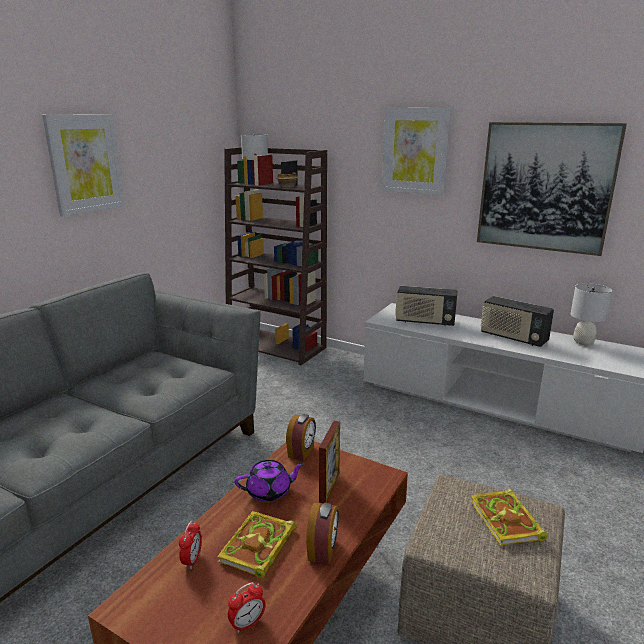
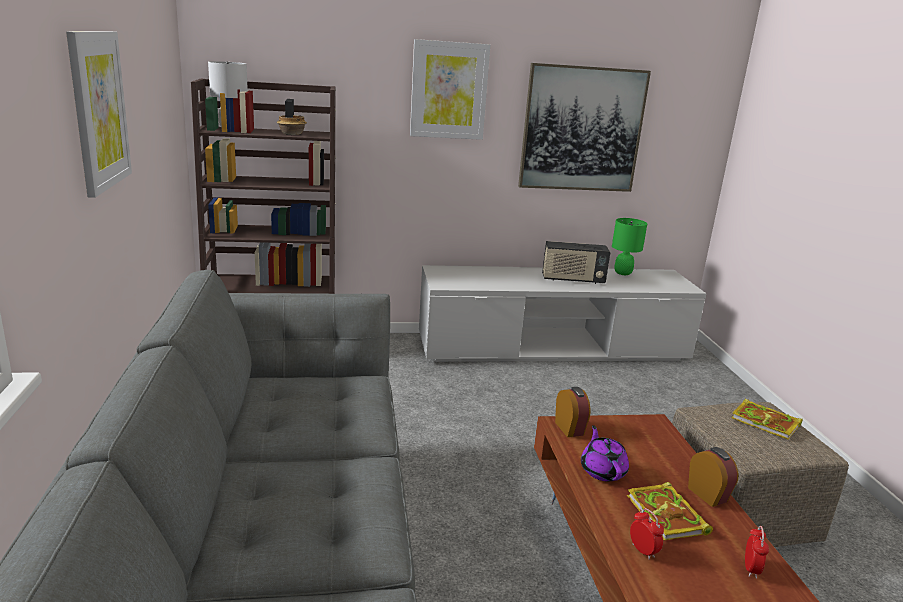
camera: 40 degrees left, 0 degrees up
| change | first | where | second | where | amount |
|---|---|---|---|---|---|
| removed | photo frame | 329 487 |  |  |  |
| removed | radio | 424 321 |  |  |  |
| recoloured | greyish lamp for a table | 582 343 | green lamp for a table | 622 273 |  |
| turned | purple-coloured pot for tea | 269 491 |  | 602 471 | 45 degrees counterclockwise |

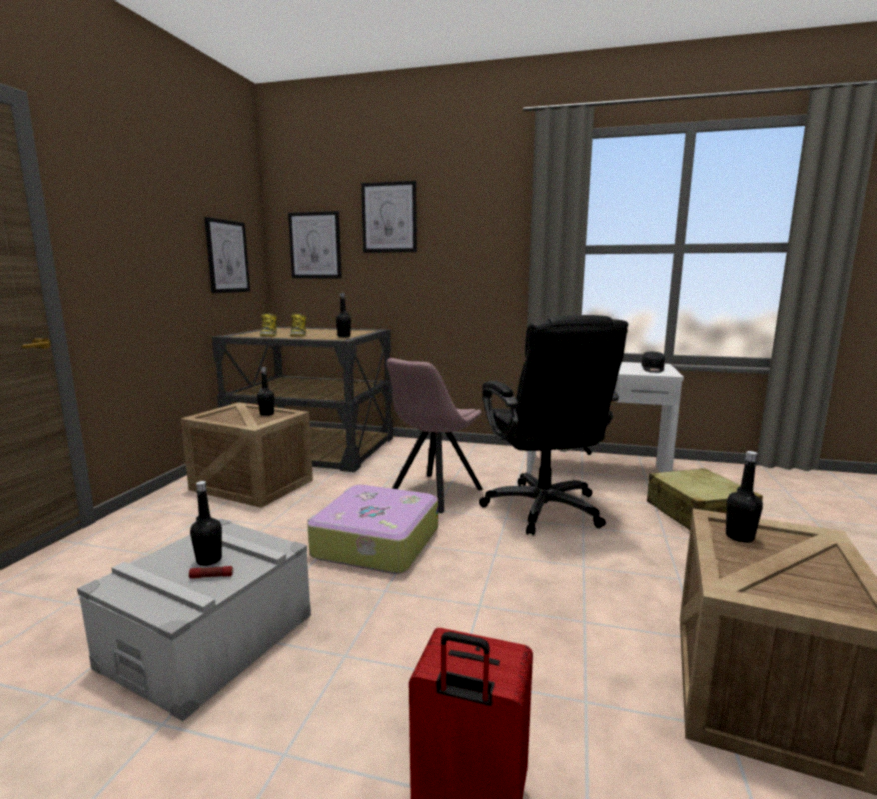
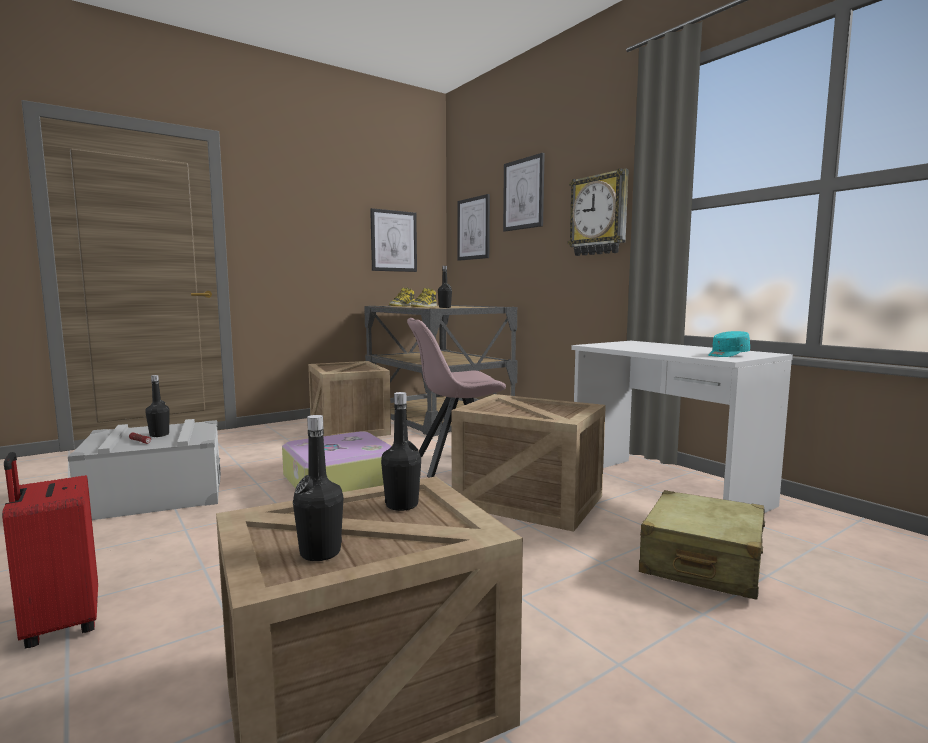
camera: 40 degrees right, 5 degrees down
| change | first | where | second | where | amount |
|---|---|---|---|---|---|
| added |  |  | clock on the wall | 599 215 |  |
| moved | black-coloured bottle | 267 414 |  | 320 553 |  |
| replaced | black-coloured computer chair | 544 508 | shipping crate | 526 501 |  |
| recoloured | black-coloured baseball cap | 652 369 | turquoise-coloured baseball cap | 727 355 |  |

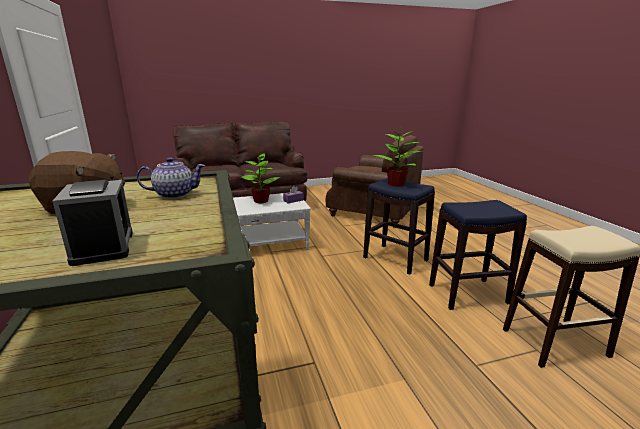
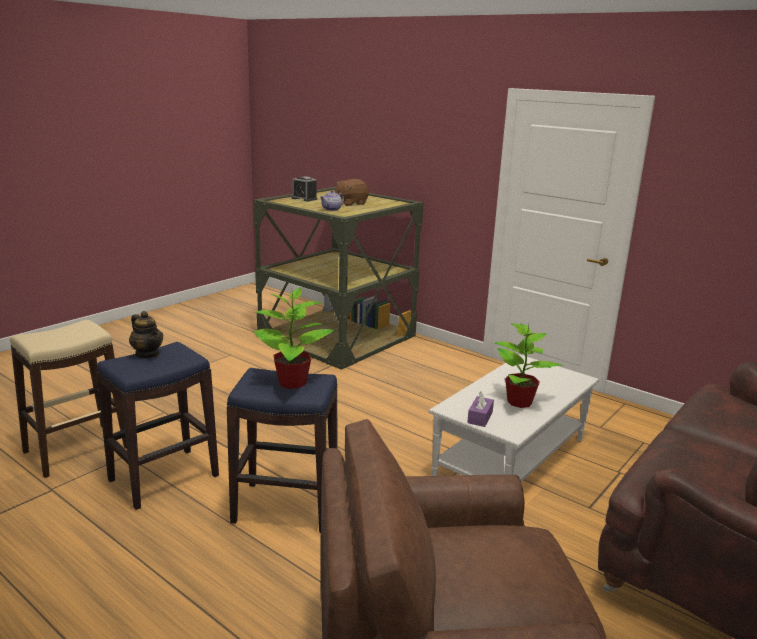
camera: 145 degrees right, 0 degrees up
| change | first | where | second | where | amount |
|---|---|---|---|---|---|
| added |  |  | pot for tea | 148 354 |  |

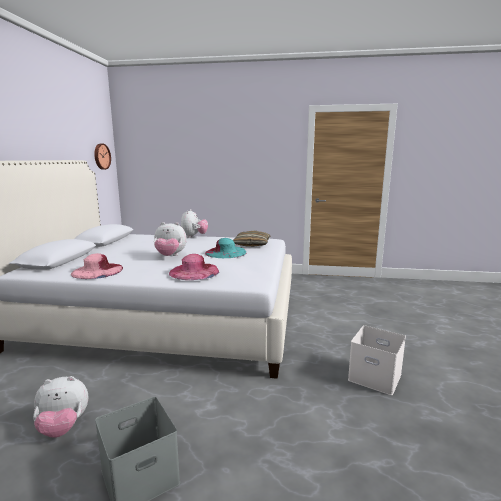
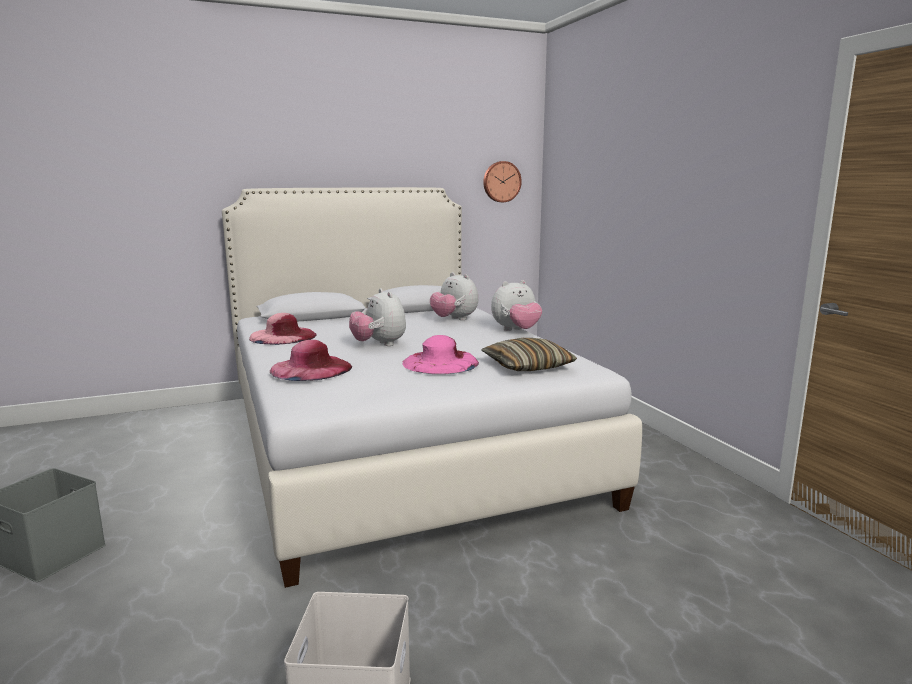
camera: 60 degrees right, 0 degrees up
| change | first | where | second | where | amount |
|---|---|---|---|---|---|
| moved | cuddly toy | 63 427 |  | 454 319 |  |
| recoloured | turquoise-coloured hat | 225 252 | pink hat | 440 362 |  |

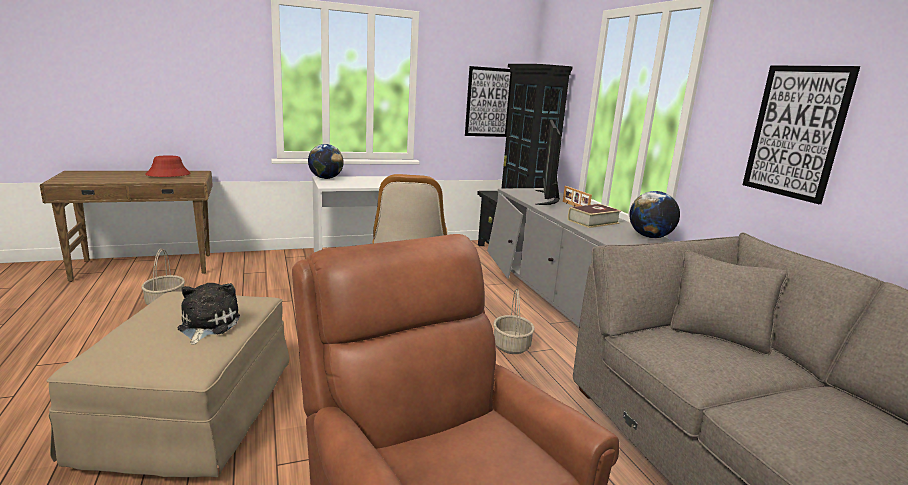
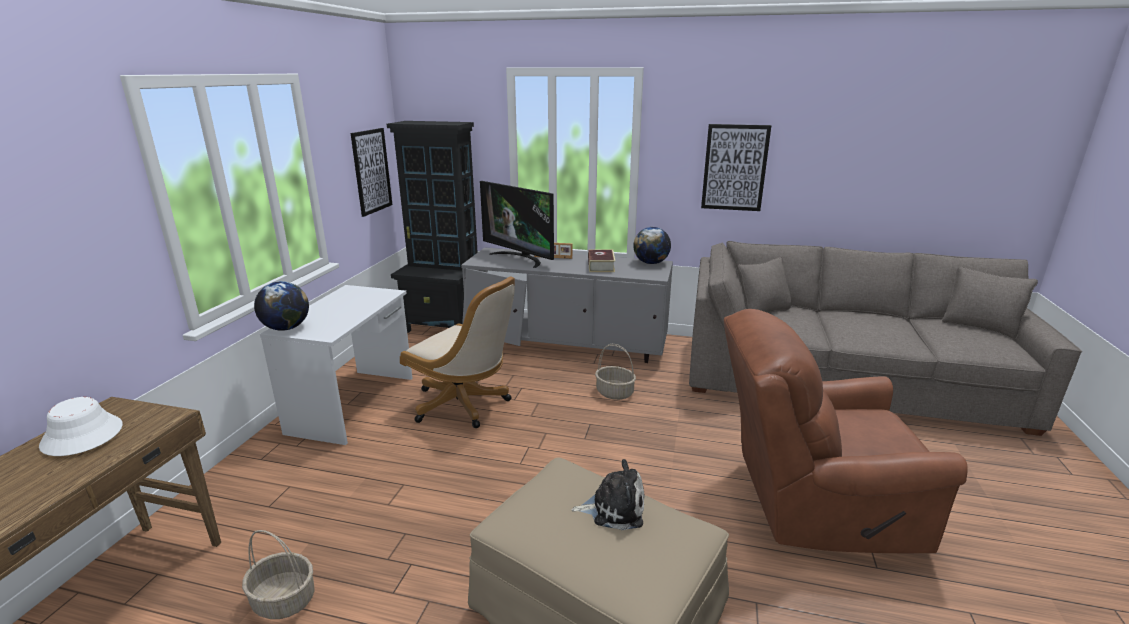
camera: 55 degrees left, 5 degrees up
| change | first | where | second | where | amount |
|---|---|---|---|---|---|
| recoloured | red hat | 168 174 | whitish hat | 82 436 |  |
| turned | cuddly toy | 207 325 |  | 614 508 | 150 degrees clockwise |

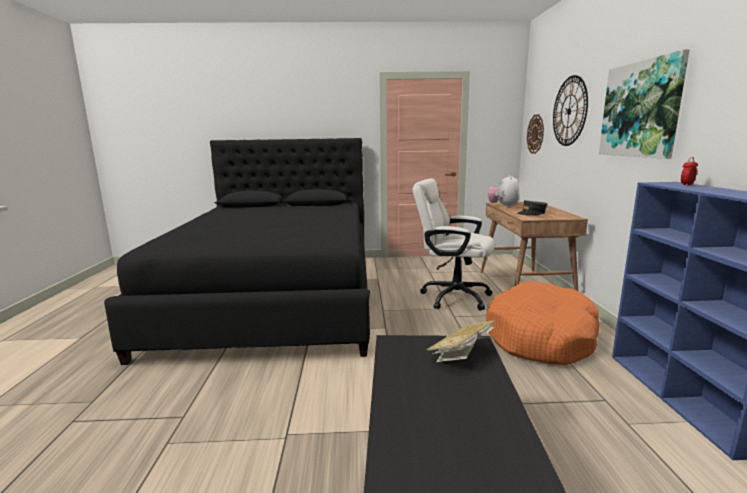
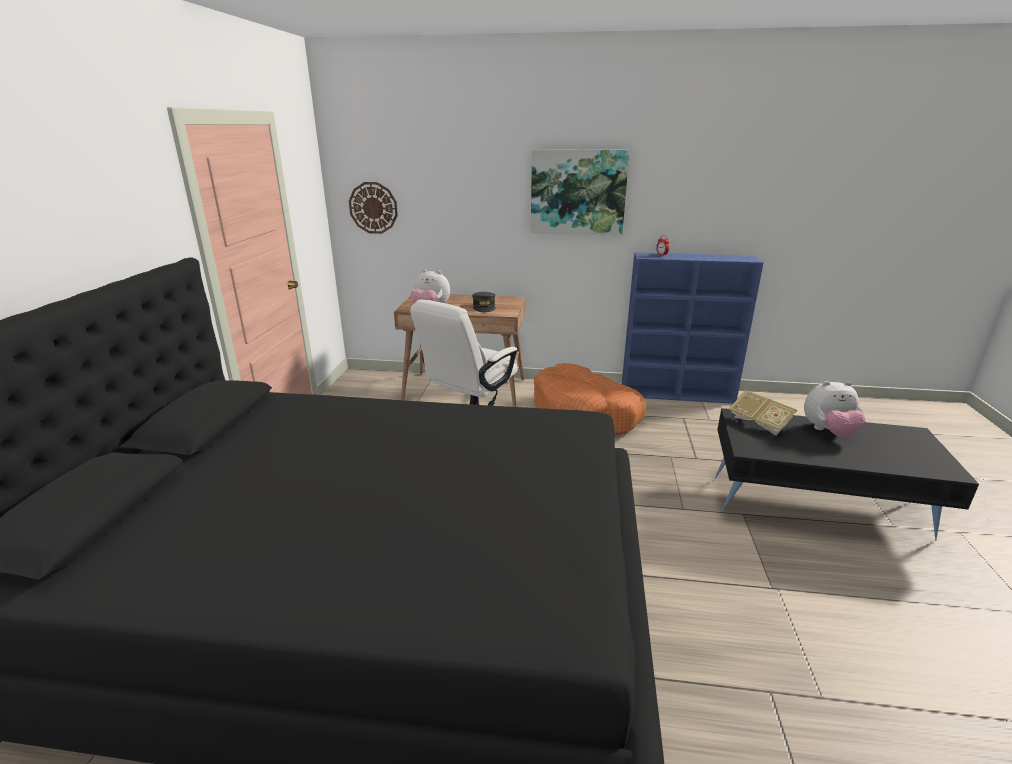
camera: 80 degrees left, 10 degrees up
| change | first | where | second | where | amount |
|---|---|---|---|---|---|
| removed | clock on the wall | 569 111 |  |  |  |
| added |  |  | cuddly toy | 828 432 |  |

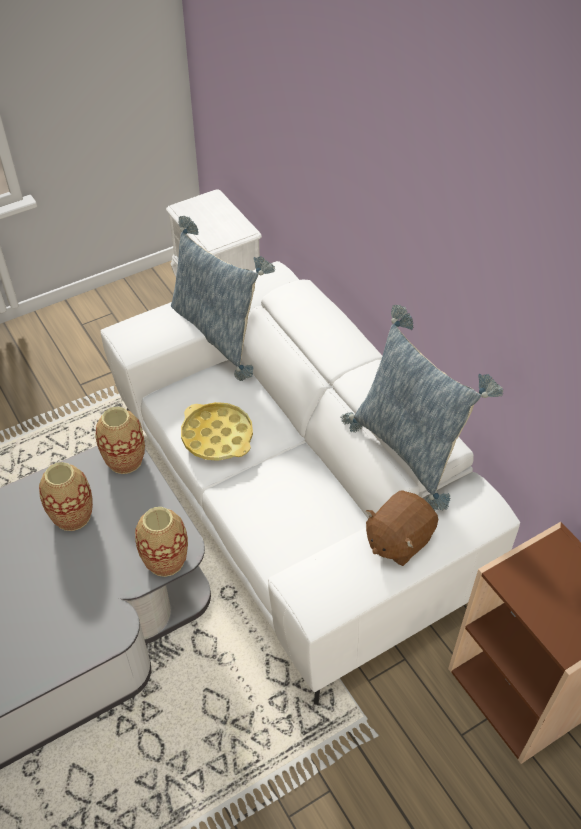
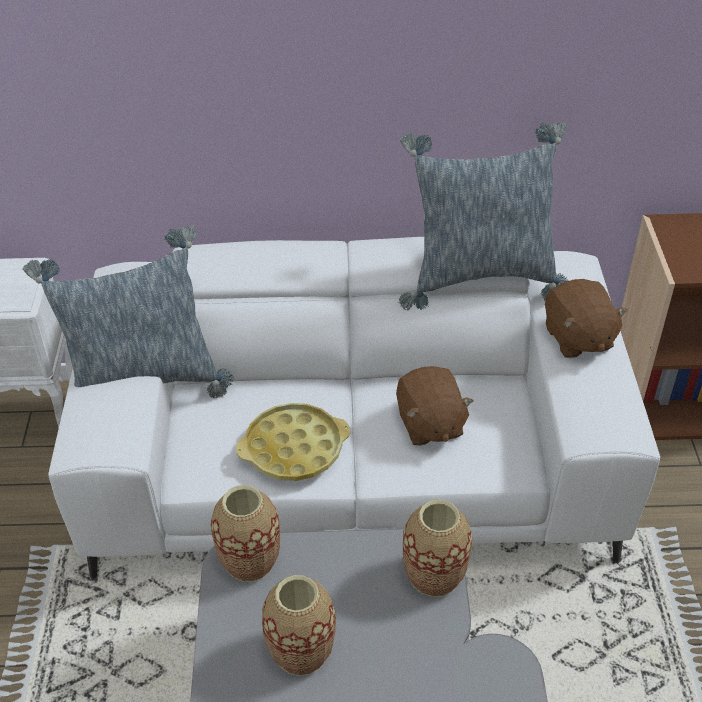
camera: 60 degrees left, 5 degrees down
| change | first | where | second | where | amount |
|---|---|---|---|---|---|
| added |  |  | brown-coloured cuddly toy | 429 424 |  |

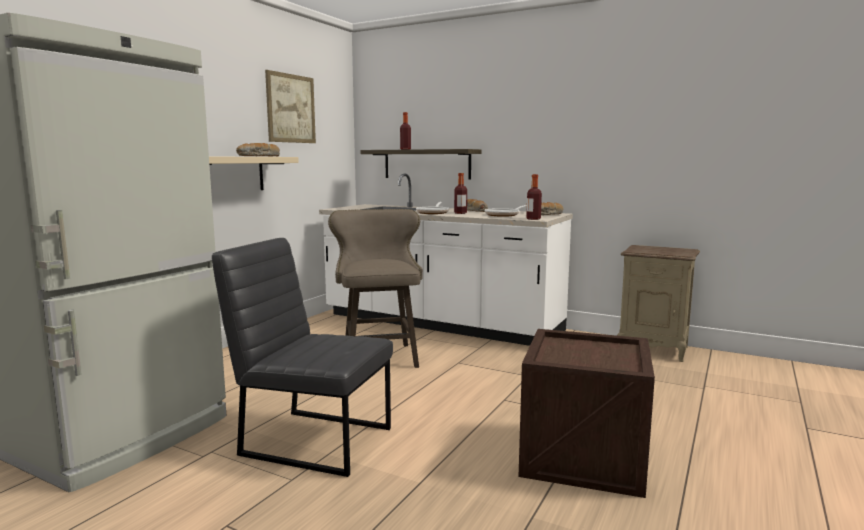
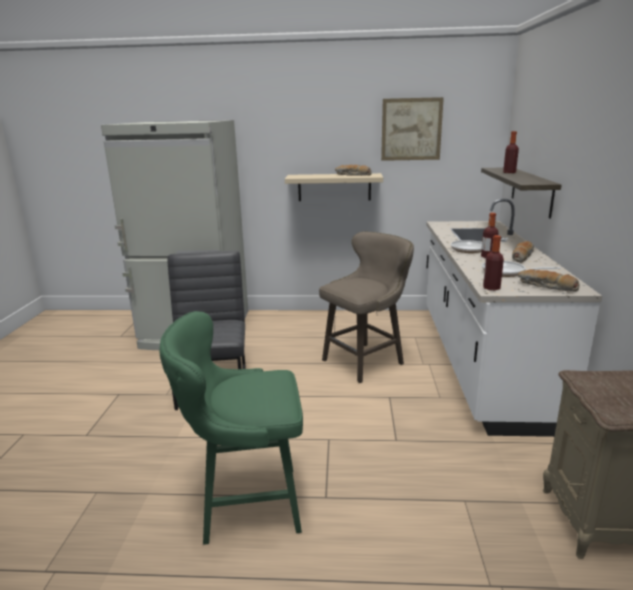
camera: 65 degrees right, 10 degrees up
| change | first | where | second | where | amount |
|---|---|---|---|---|---|
| replaced | shipping crate | 583 456 | green stool seat | 245 504 |  |

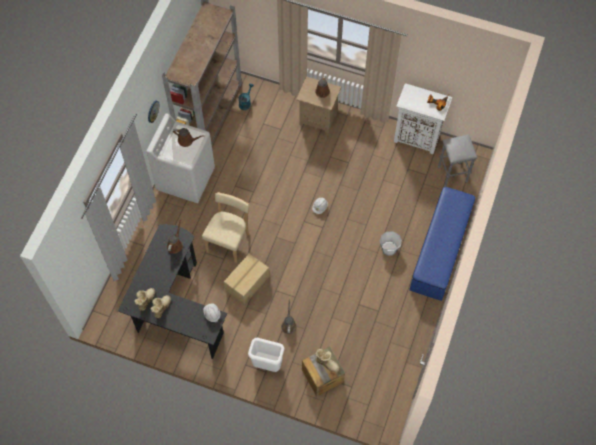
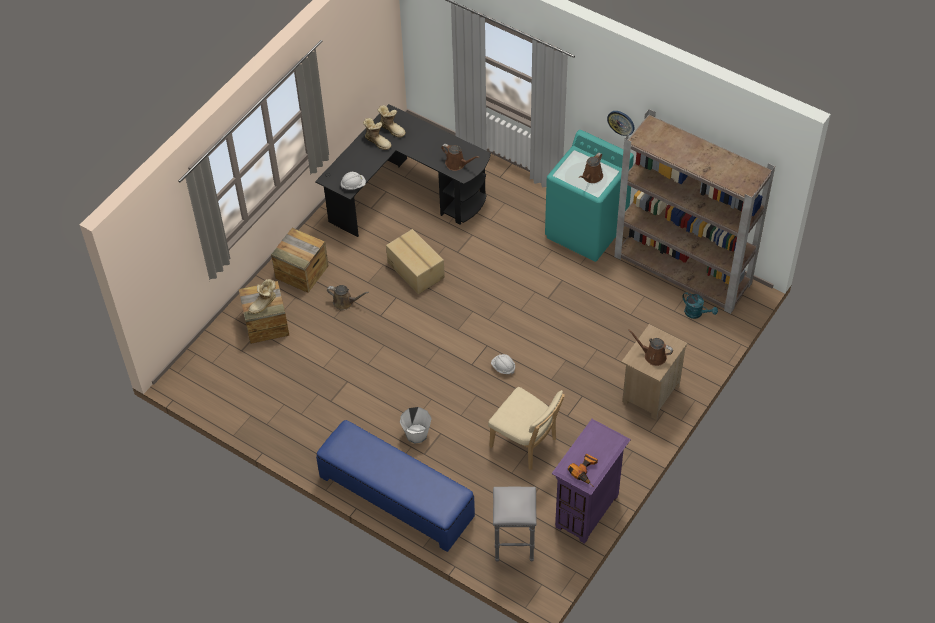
camera: 105 degrees right, 10 degrees down
| change | first | where | second | where | amount |
|---|---|---|---|---|---|
| moved | sand-coloured chair | 229 241 |  | 526 444 |  |
| replaced | whitish rubbish bin | 267 364 | shipping crate | 302 272 |  |
| recoloured | whitish washing machine | 186 178 | turquoise-coloured washing machine | 586 230 |  |
| recoloured | whitish cupboard | 417 139 | purple-coloured cupboard | 587 513 |  |

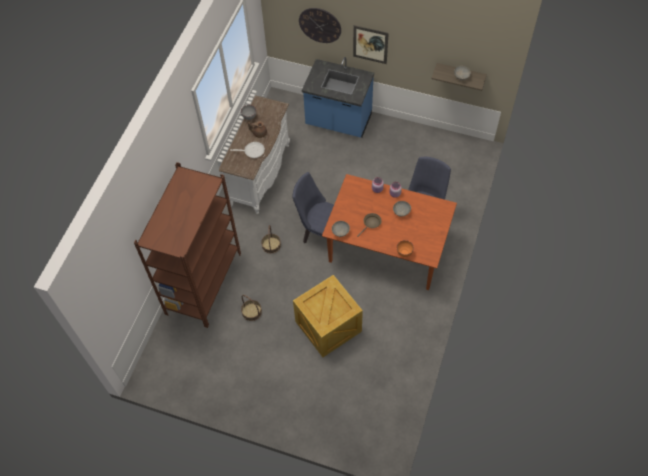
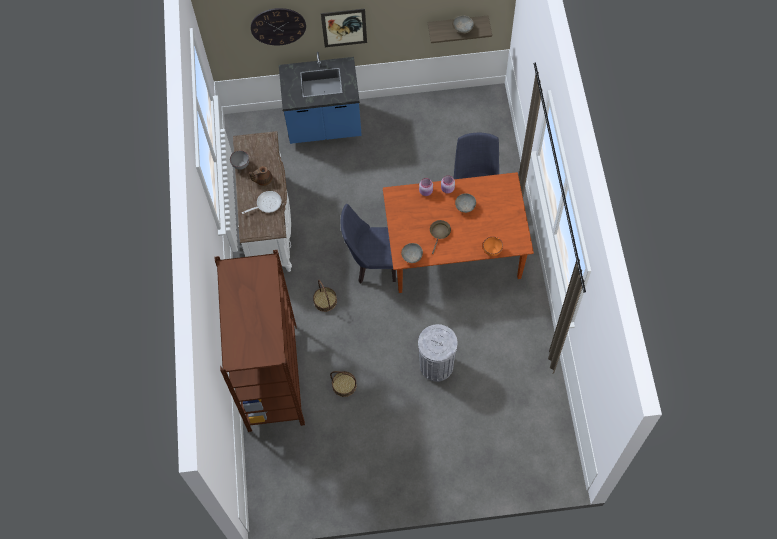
camera: 25 degrees left, 5 degrees up
| change | first | where | second | where | amount |
|---|---|---|---|---|---|
| replaced | shipping crate | 328 327 | greyish rubbish bin | 436 366 |  |

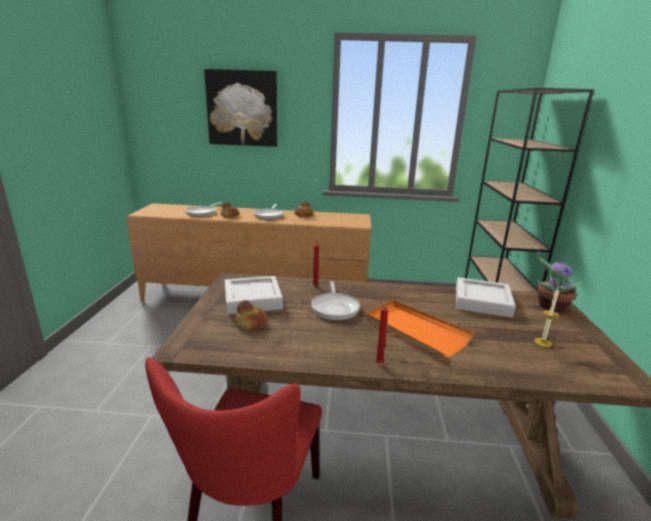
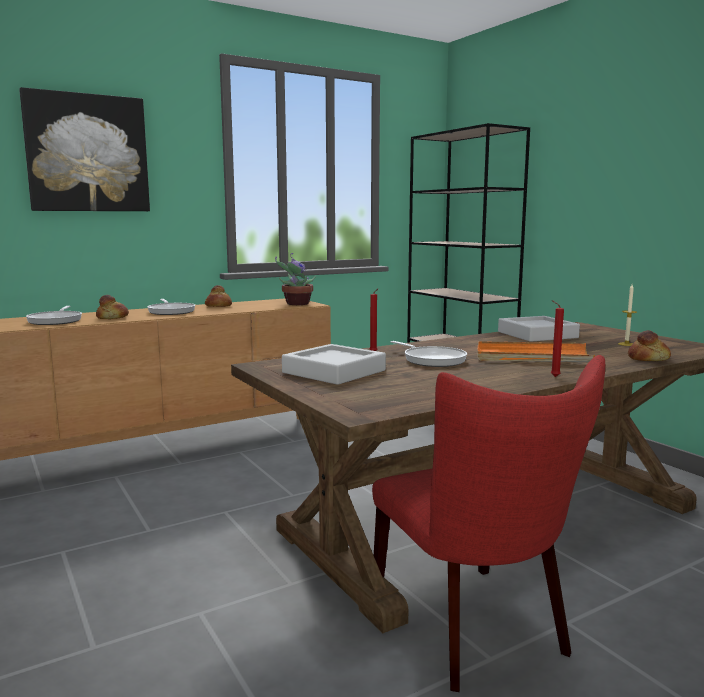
camera: 35 degrees left, 10 degrees down
| change | first | where | second | where | amount |
|---|---|---|---|---|---|
| moved | bread | 250 323 |  | 648 359 |  |
| moved | houseplant | 549 306 |  | 296 304 |  |

